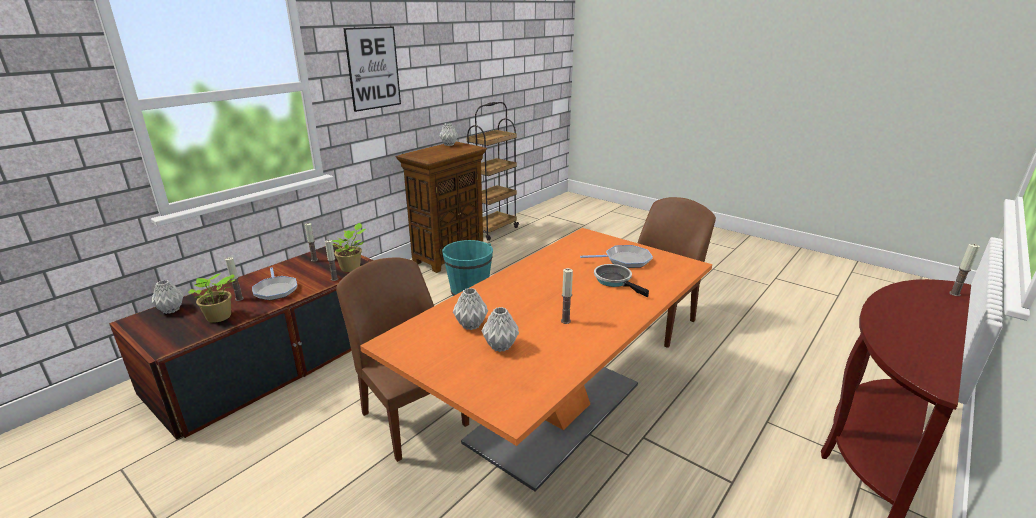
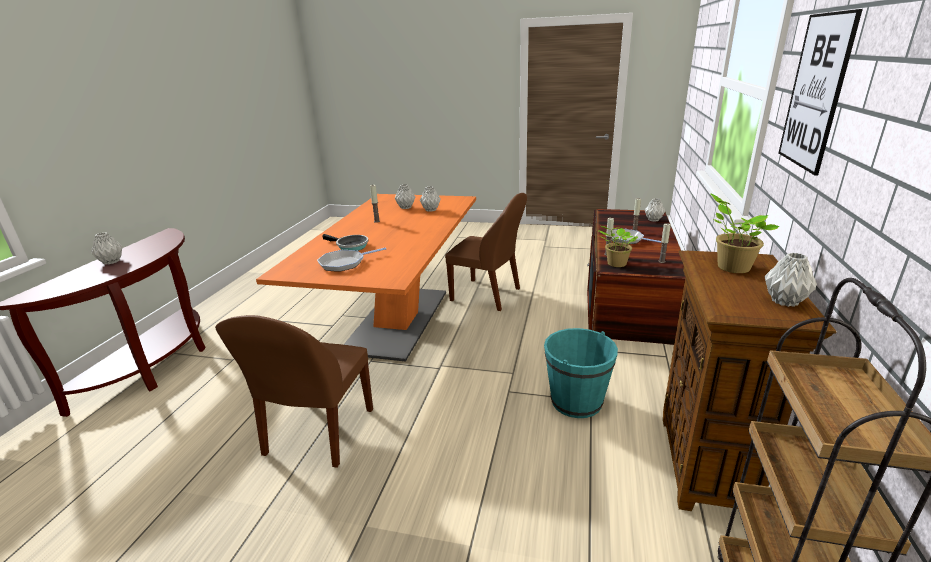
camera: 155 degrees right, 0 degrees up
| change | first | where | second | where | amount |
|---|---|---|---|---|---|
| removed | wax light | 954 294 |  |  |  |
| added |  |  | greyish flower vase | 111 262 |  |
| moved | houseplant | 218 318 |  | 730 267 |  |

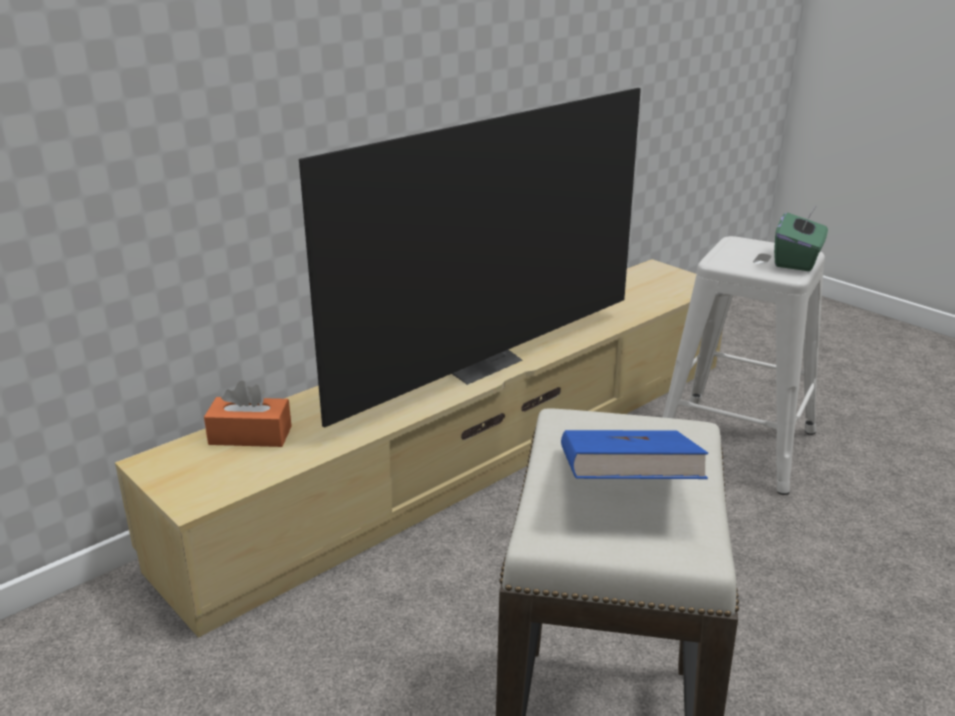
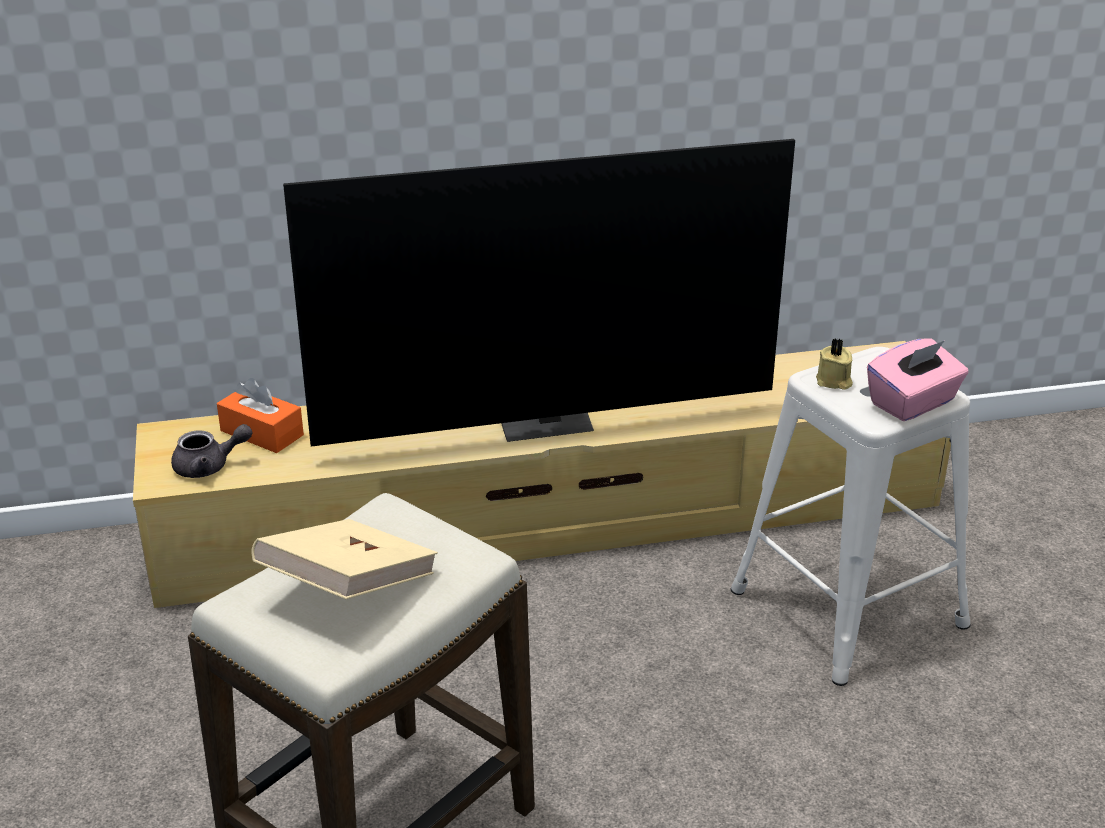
camera: 30 degrees right, 5 degrees up
| change | first | where | second | where | amount |
|---|---|---|---|---|---|
| added |  |  | greyish pot for tea | 209 467 |  |
| added |  |  | sand-coloured wax light | 834 382 |  |
| recoloured | blue bound book | 625 488 | sand-coloured bound book | 349 588 |  |
| recoloured | green box of tissues | 797 260 | pink box of tissues | 913 403 |  |

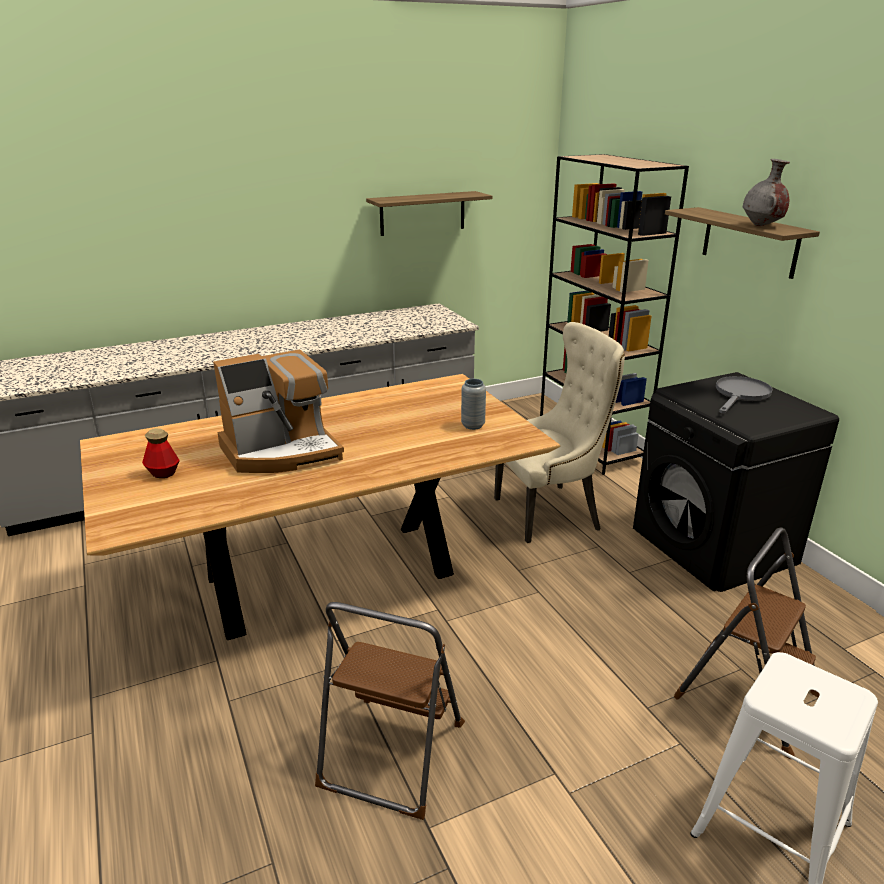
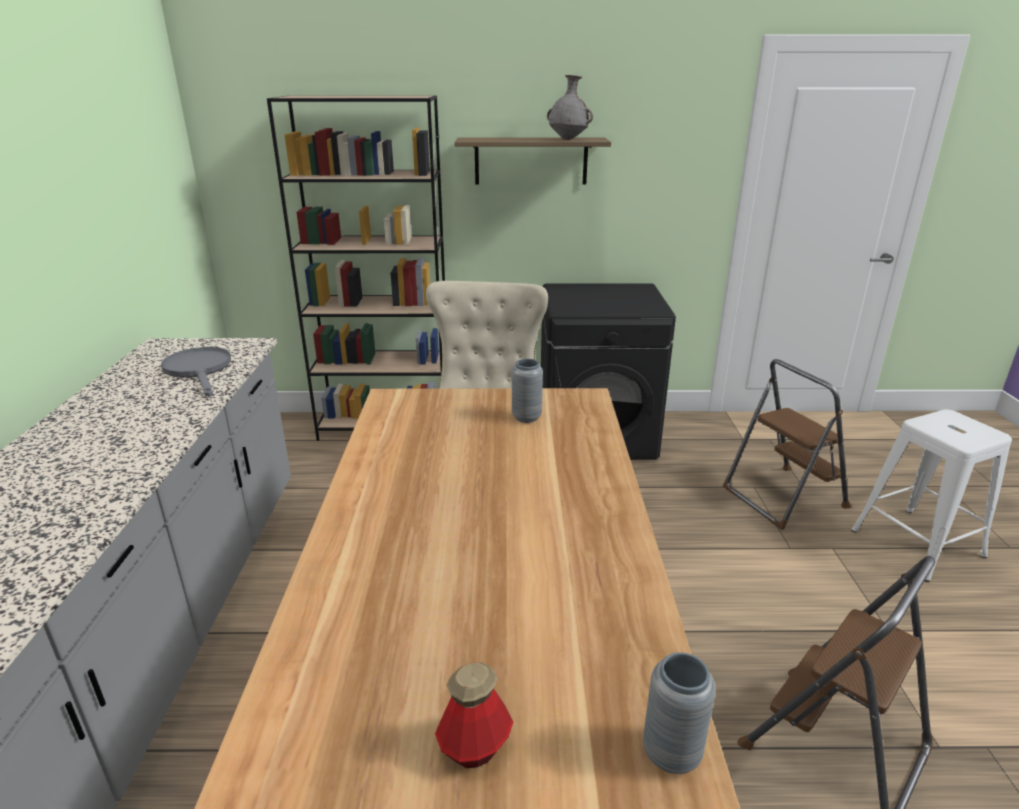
camera: 65 degrees left, 0 degrees up
| change | first | where | second | where | amount |
|---|---|---|---|---|---|
| removed | coffee maker | 282 452 |  |  |  |
| removed | shelf | 422 213 |  |  |  |
| added |  |  | greyish flower vase | 671 753 |  |
| moved | greyish pan | 740 395 |  | 200 370 |  |

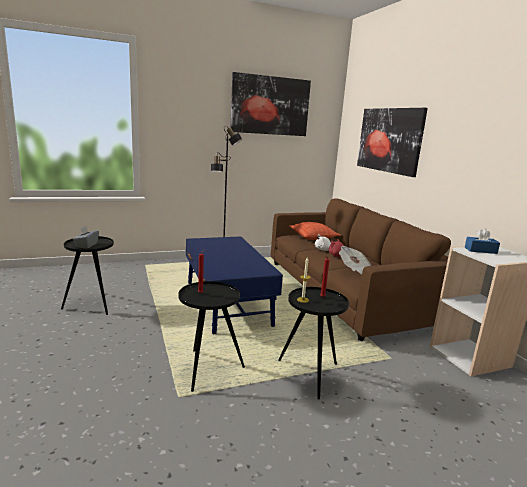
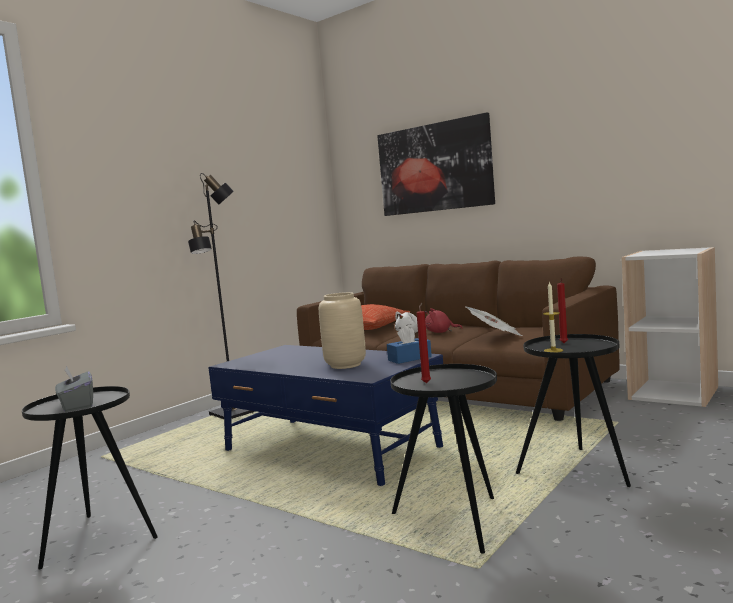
camera: 30 degrees left, 10 degrees down
| change | first | where | second | where | amount |
|---|---|---|---|---|---|
| removed | picture | 270 105 |  |  |  |
| added |  |  | sand-coloured flower vase | 344 365 |  |
| moved | blue box of tissues | 480 250 |  | 409 358 |  |

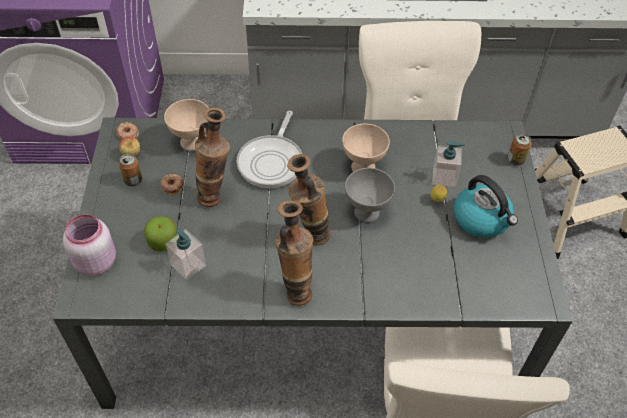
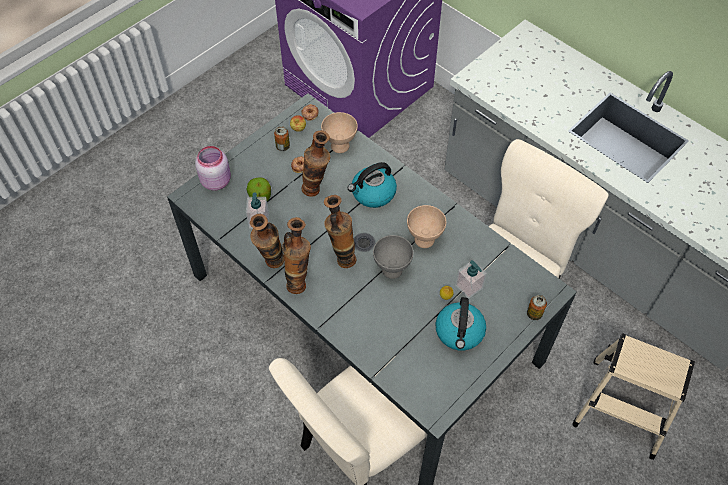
camera: 45 degrees right, 5 degrees up
| change | first | where | second | where | amount |
|---|---|---|---|---|---|
| added |  |  | flower vase | 271 266 |  |
| replaced | pan | 272 161 | tea kettle | 373 193 |  |

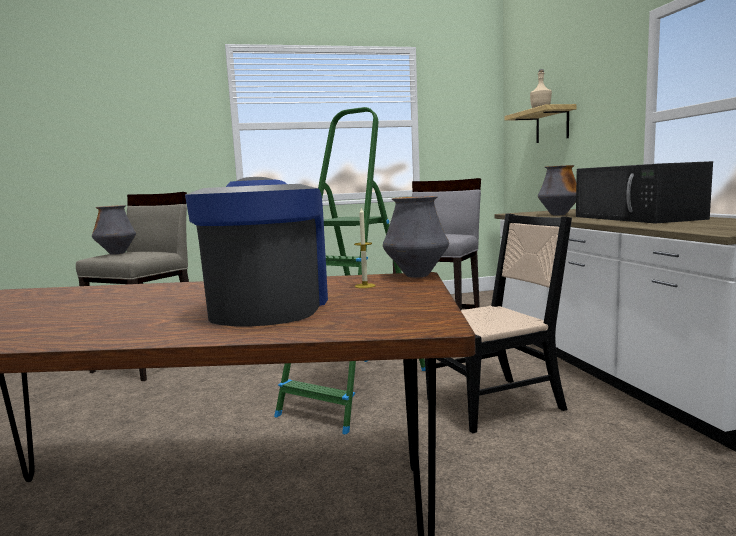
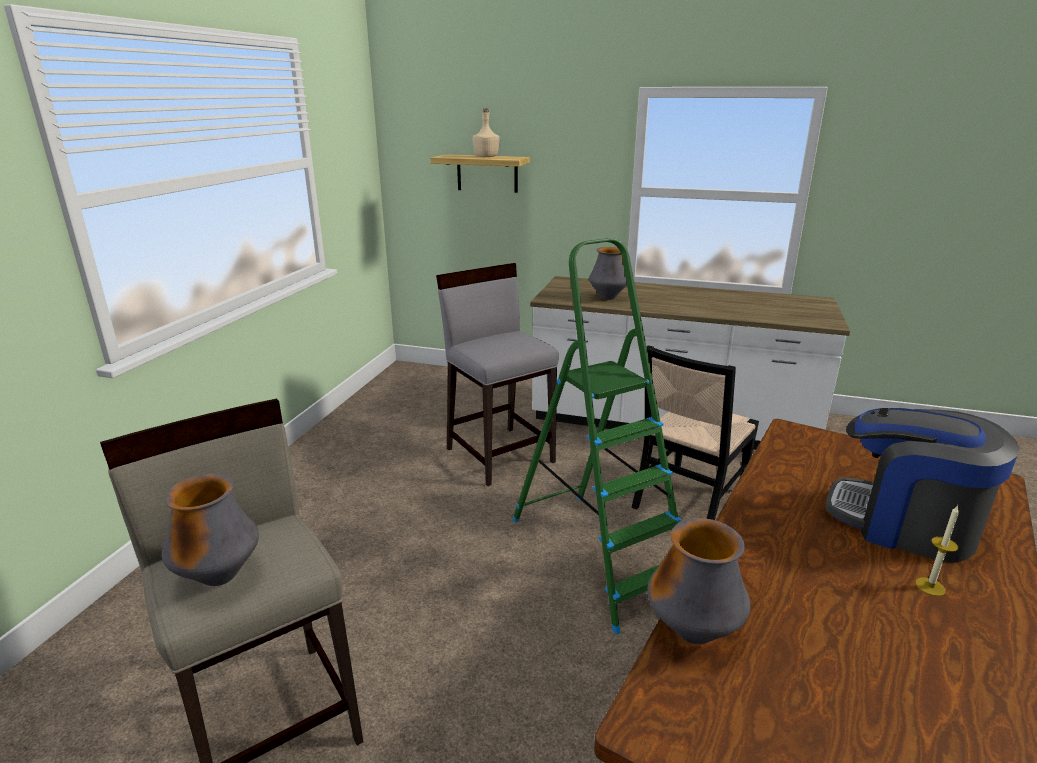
camera: 60 degrees left, 15 degrees up
| change | first | where | second | where | amount |
|---|---|---|---|---|---|
| removed | black-coloured microwave | 638 218 |  |  |  |
| moved | wax light | 365 286 |  | 930 586 |  |
| moved | flower vase | 416 275 |  | 693 632 |  |
| turned | chair | 494 405 |  | 689 500 | 150 degrees counterclockwise |

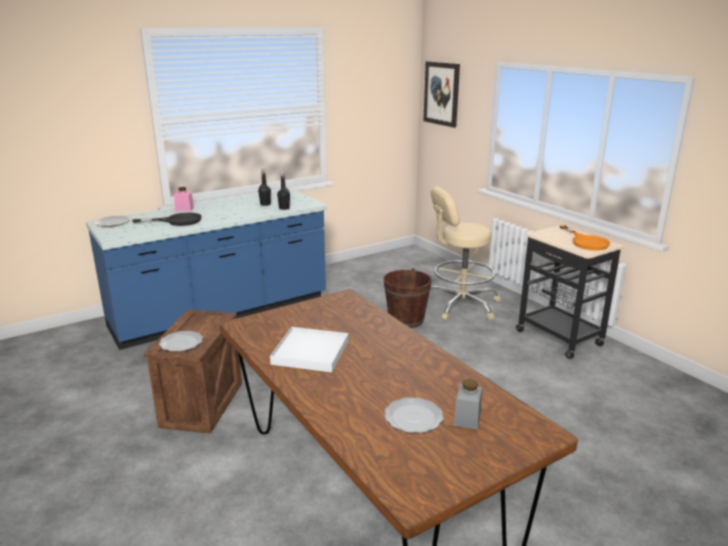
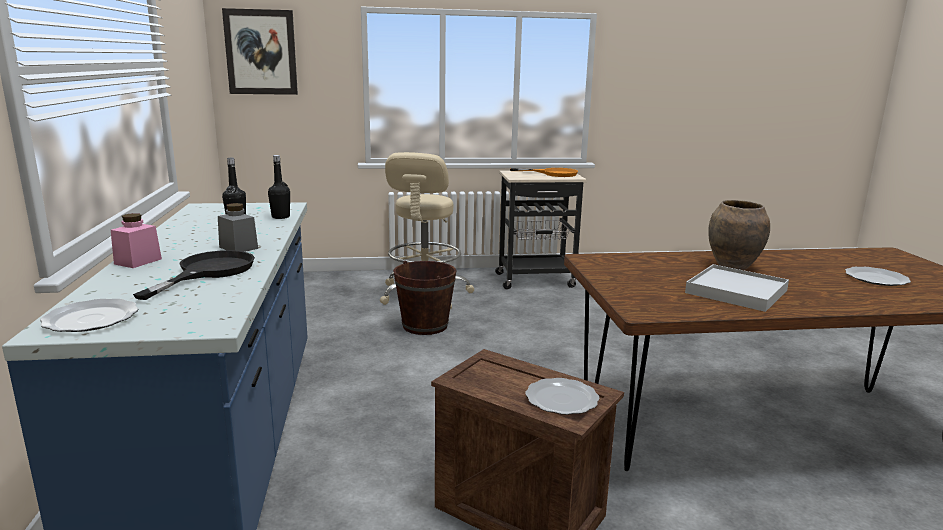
camera: 65 degrees left, 5 degrees down
| change | first | where | second | where | amount |
|---|---|---|---|---|---|
| added |  |  | brown-coloured flower vase | 732 266 |  |
| moved | greyish jar | 467 418 |  | 238 248 |  |

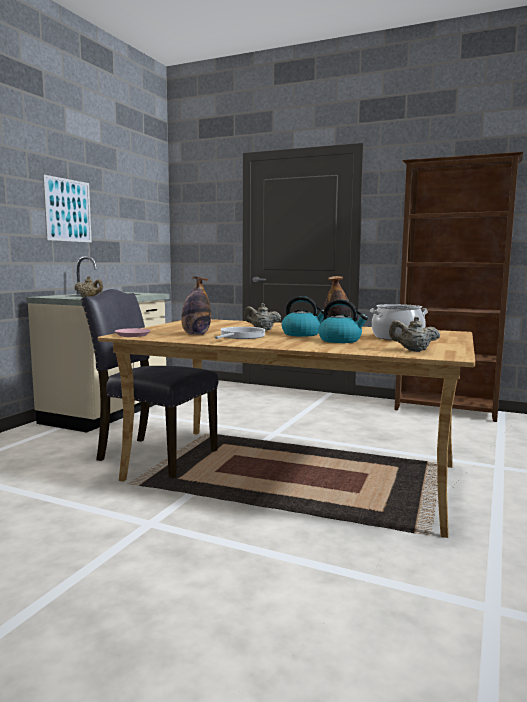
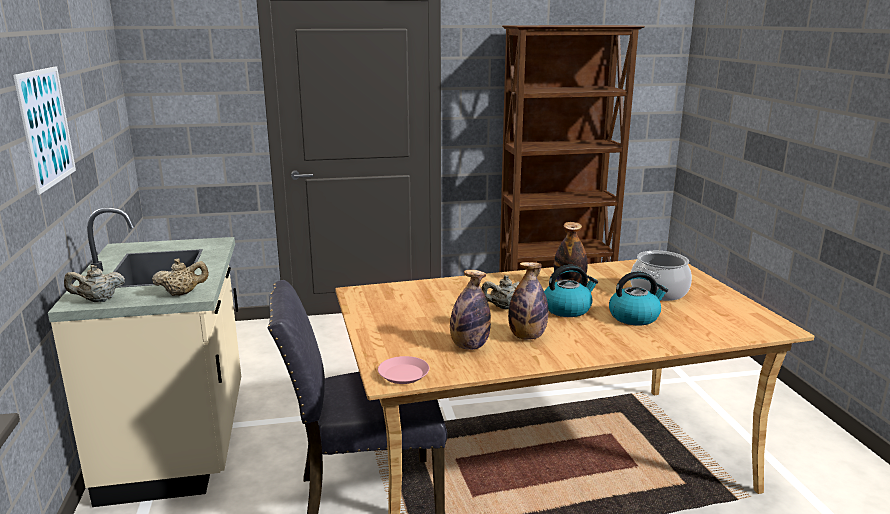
camera: 35 degrees left, 10 degrees up
| change | first | where | second | where | amount |
|---|---|---|---|---|---|
| moved | sand-coloured pot for tea | 413 350 |  | 98 300 |  |
| replaced | pan | 240 336 | bottle | 527 336 |  |

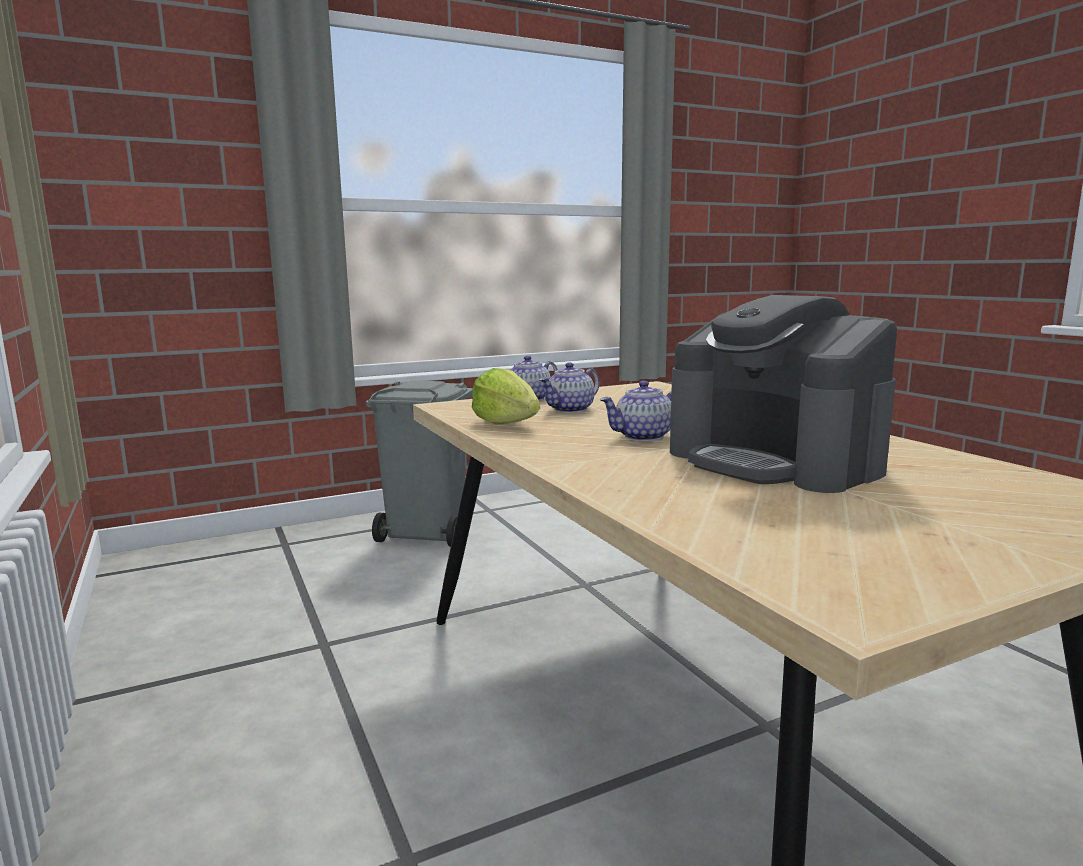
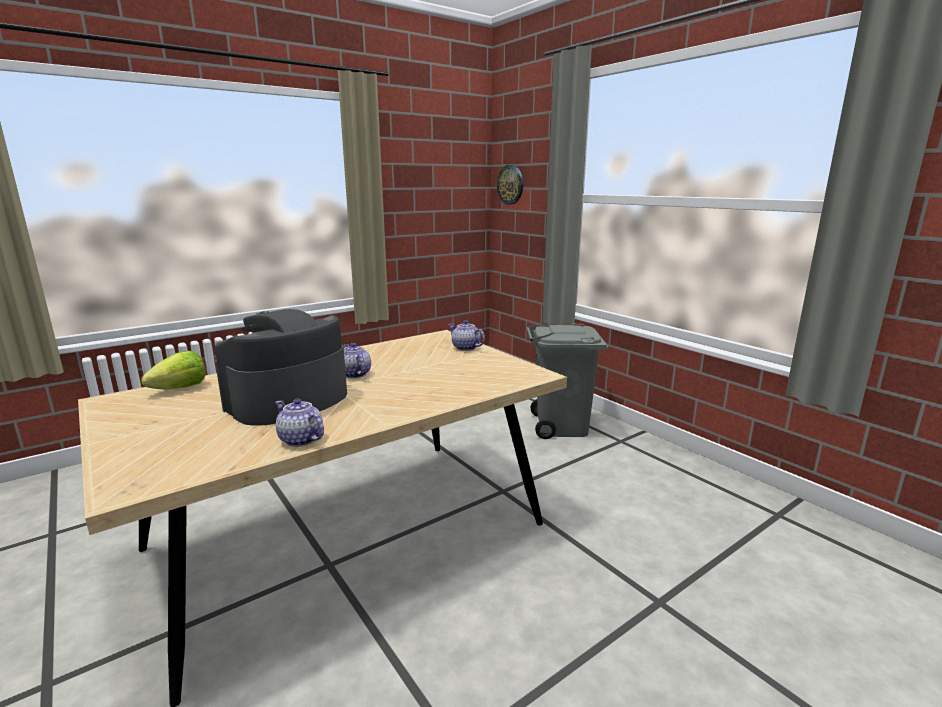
camera: 80 degrees right, 5 degrees up
| change | first | where | second | where | amount |
|---|---|---|---|---|---|
| added |  |  | clock on the wall | 510 185 |  |
| moved | head of lettuce | 506 423 |  | 181 388 |  |
| moved | pot for tea | 570 410 |  | 300 439 |  |

